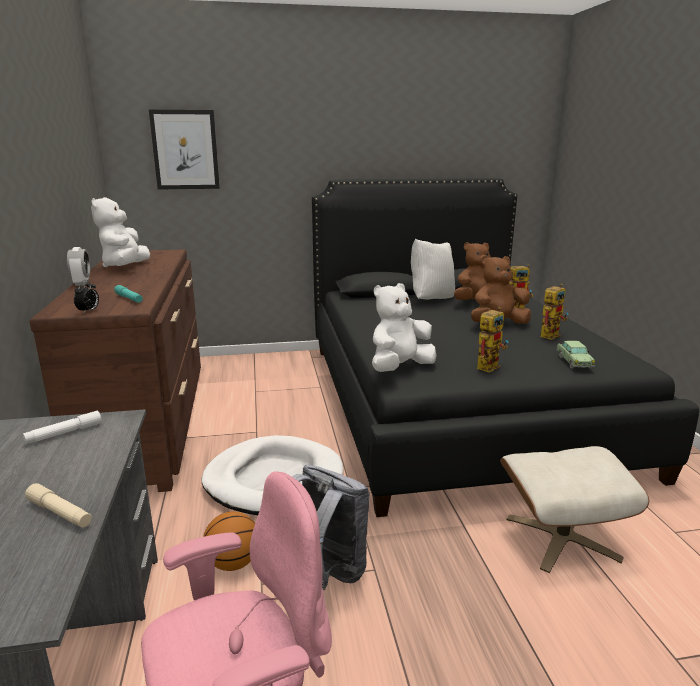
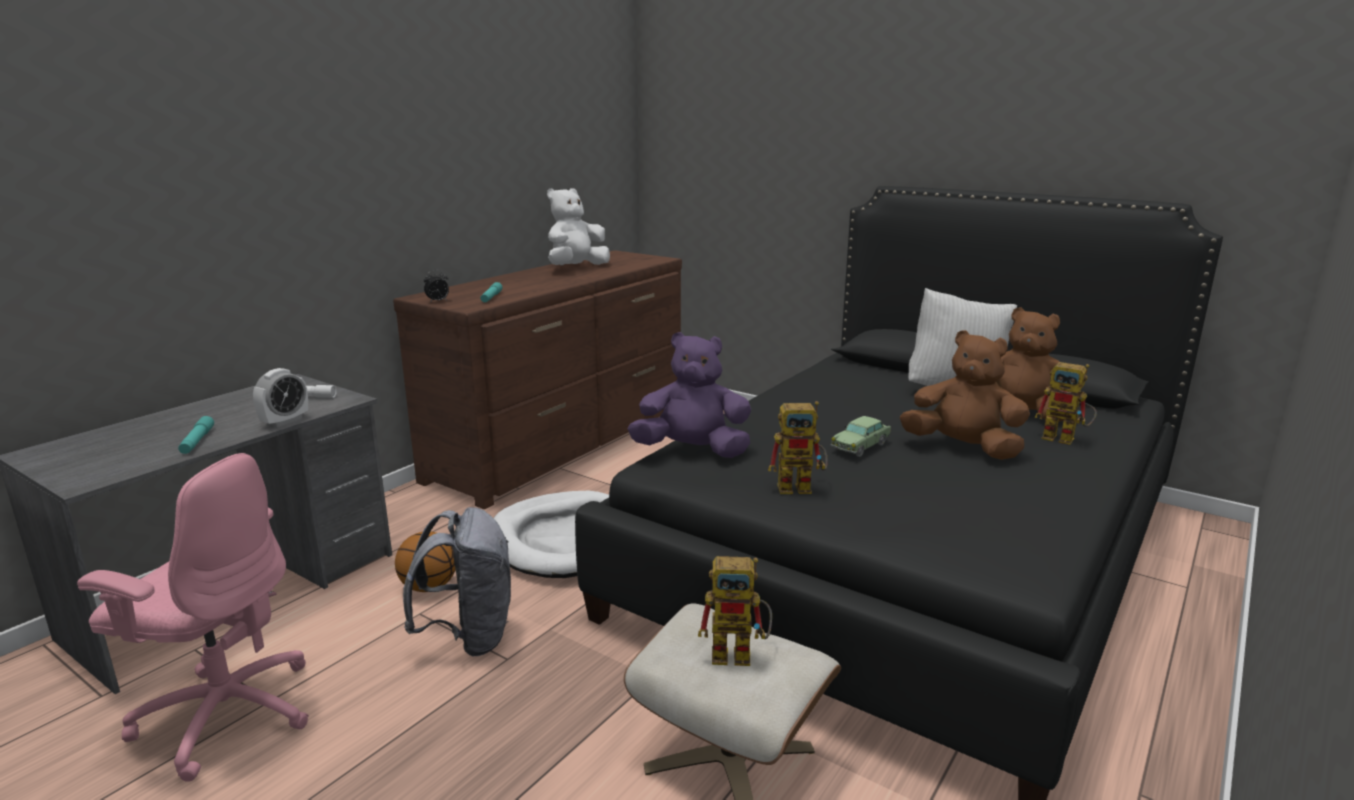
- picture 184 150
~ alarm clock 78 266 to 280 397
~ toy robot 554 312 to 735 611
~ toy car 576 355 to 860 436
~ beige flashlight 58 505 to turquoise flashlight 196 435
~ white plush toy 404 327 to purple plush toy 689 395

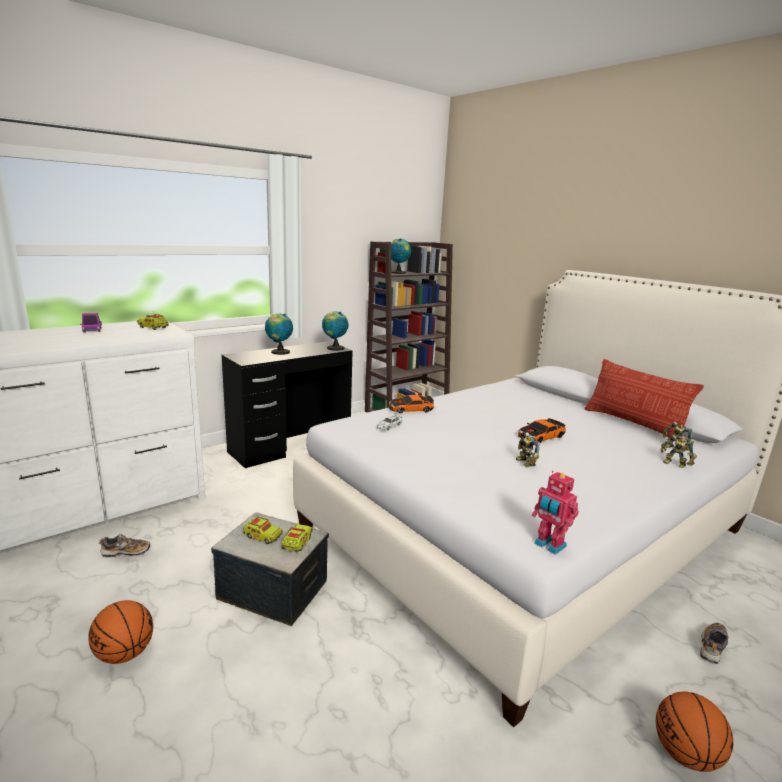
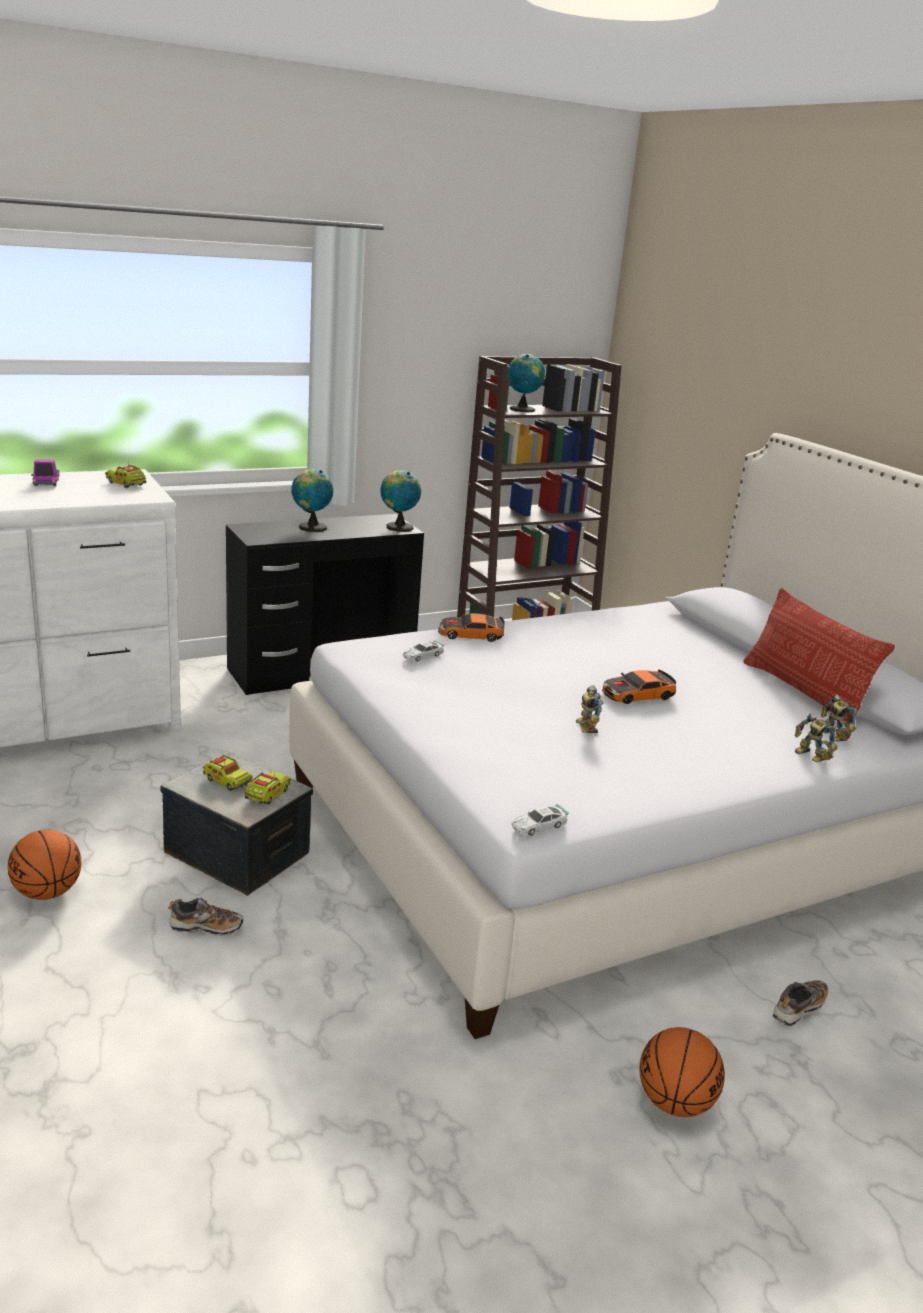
~ shoe 125 546 to 205 916
~ toy robot 555 513 to toy car 540 820

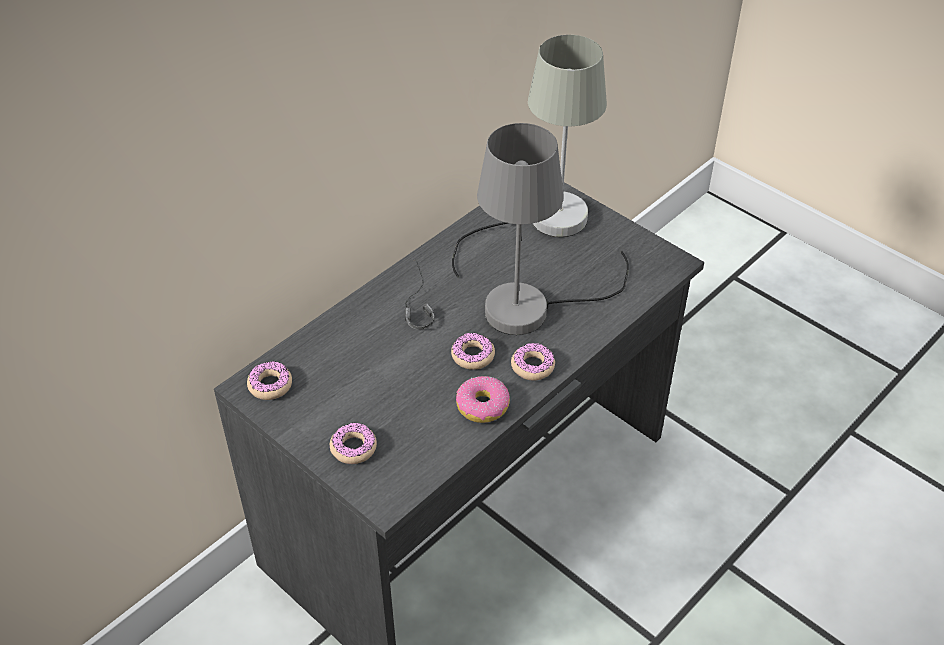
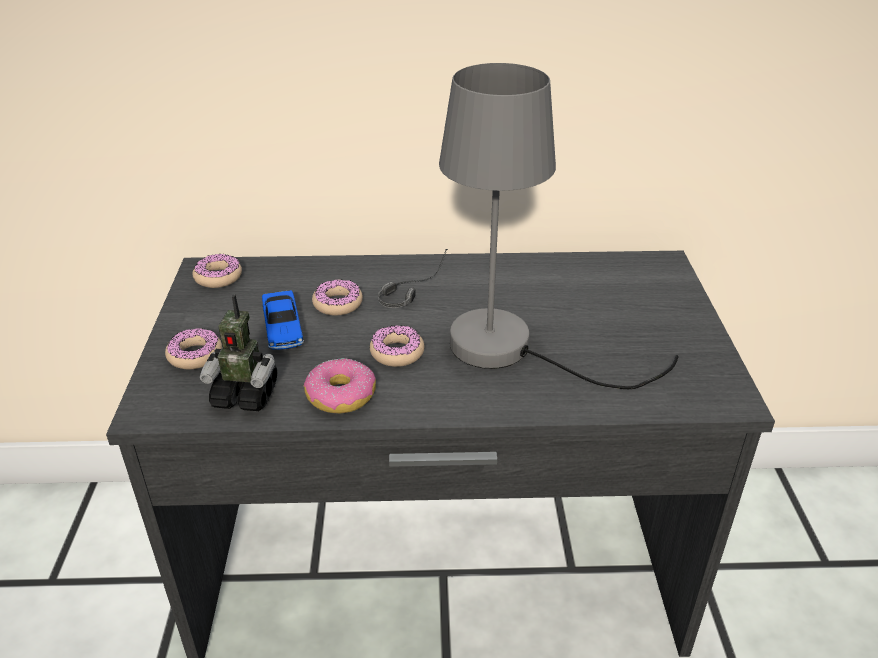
- grey table lamp 529 156
+ toy robot 238 352
+ toy car 283 320
~ donut 533 361 to 337 297

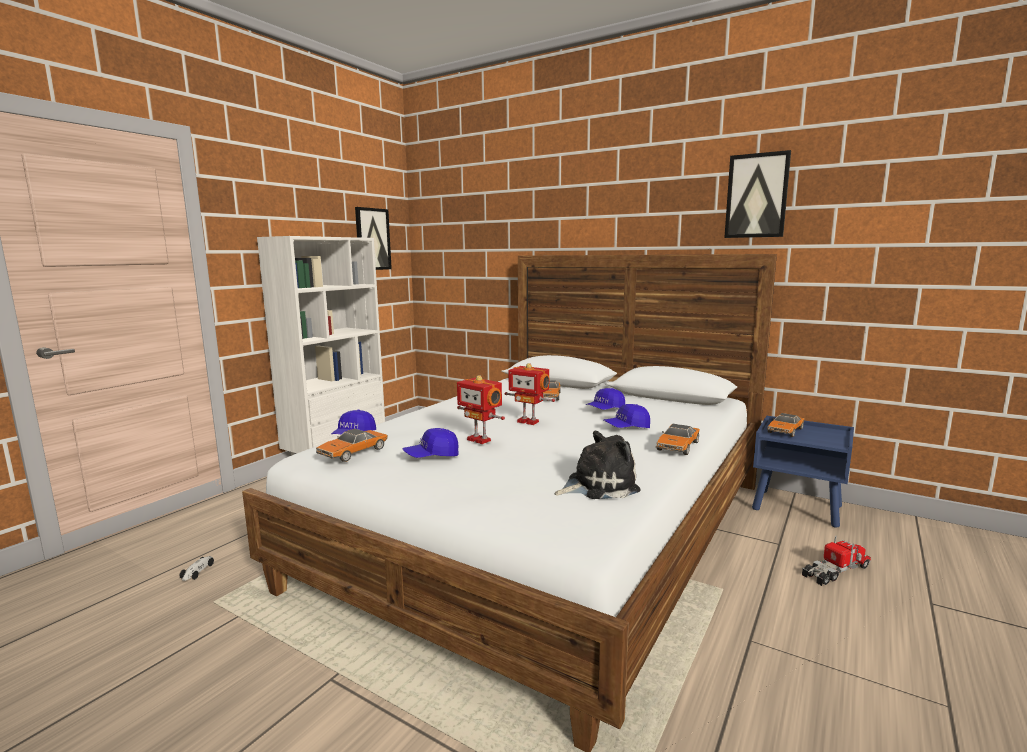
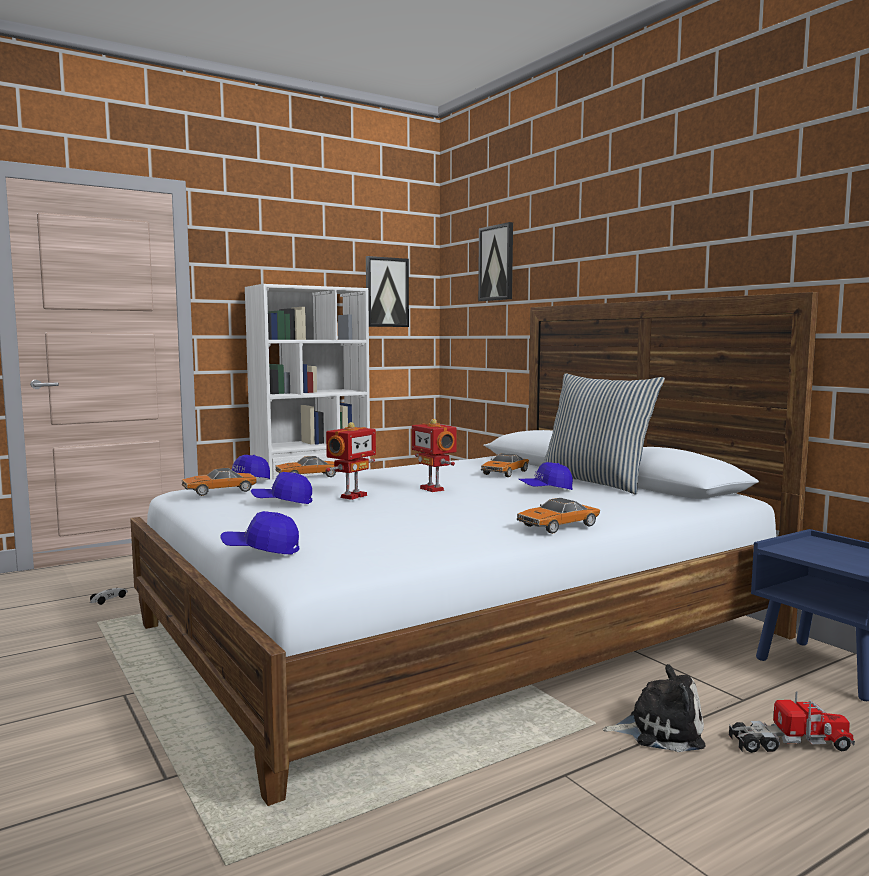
+ pillow 604 434
~ plush toy 598 465 to 653 708
~ blue cap 626 416 to 260 532
~ picture 757 194 to 495 261
~ toy car 785 425 to 306 466
~ toy robot 481 409 = 351 461 120 degrees counterclockwise

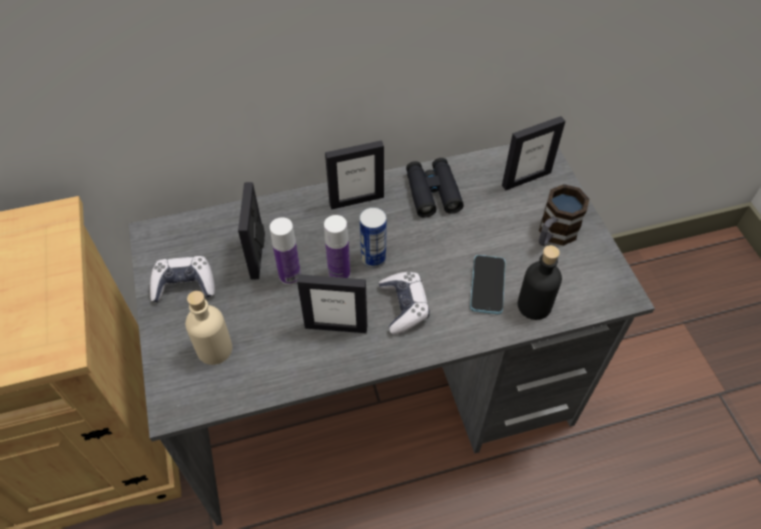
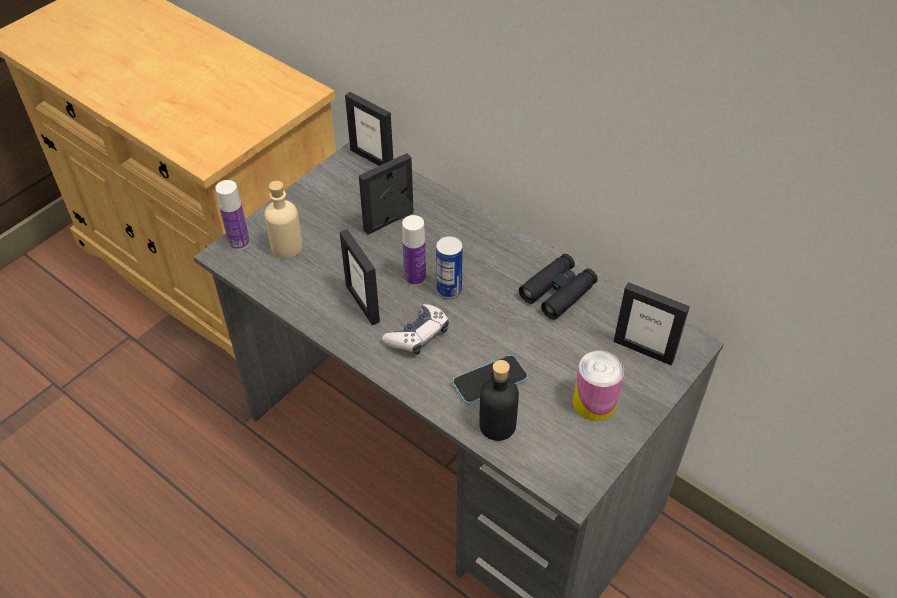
- game controller 182 279
~ bottle 285 251 to 232 215
~ picture frame 354 175 to 369 129
~ mug 564 215 to can 598 386

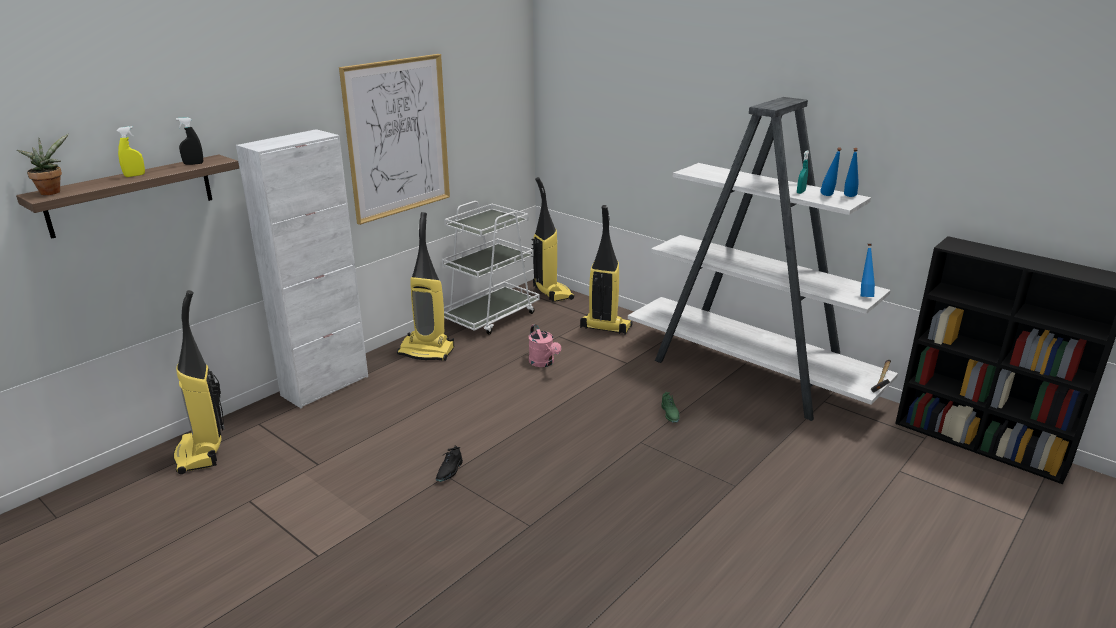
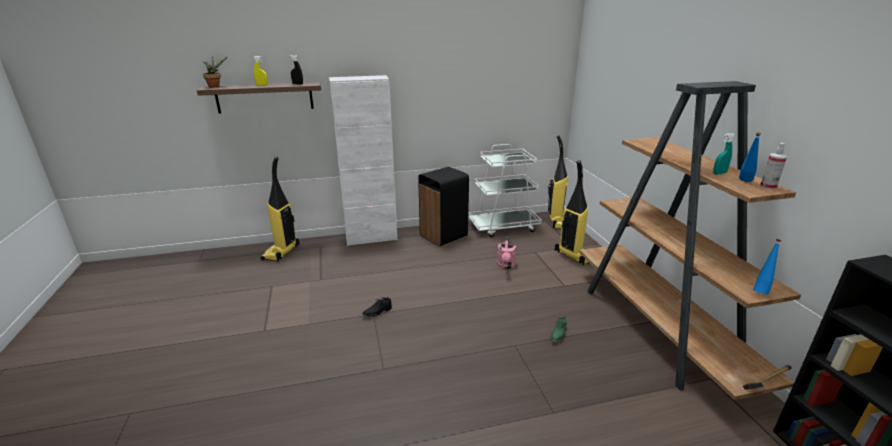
- picture 394 139
~ vacuum cleaner 425 286 to black trash can 443 206
~ blue bottle 851 172 to spray bottle 773 166
~ white bookcase 763 259 to brown bookcase 690 240

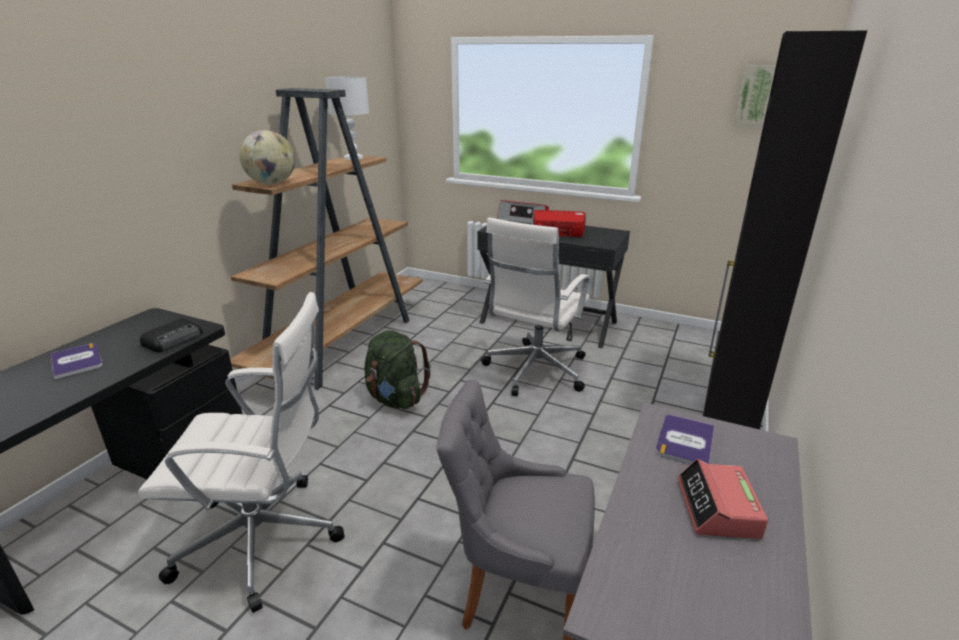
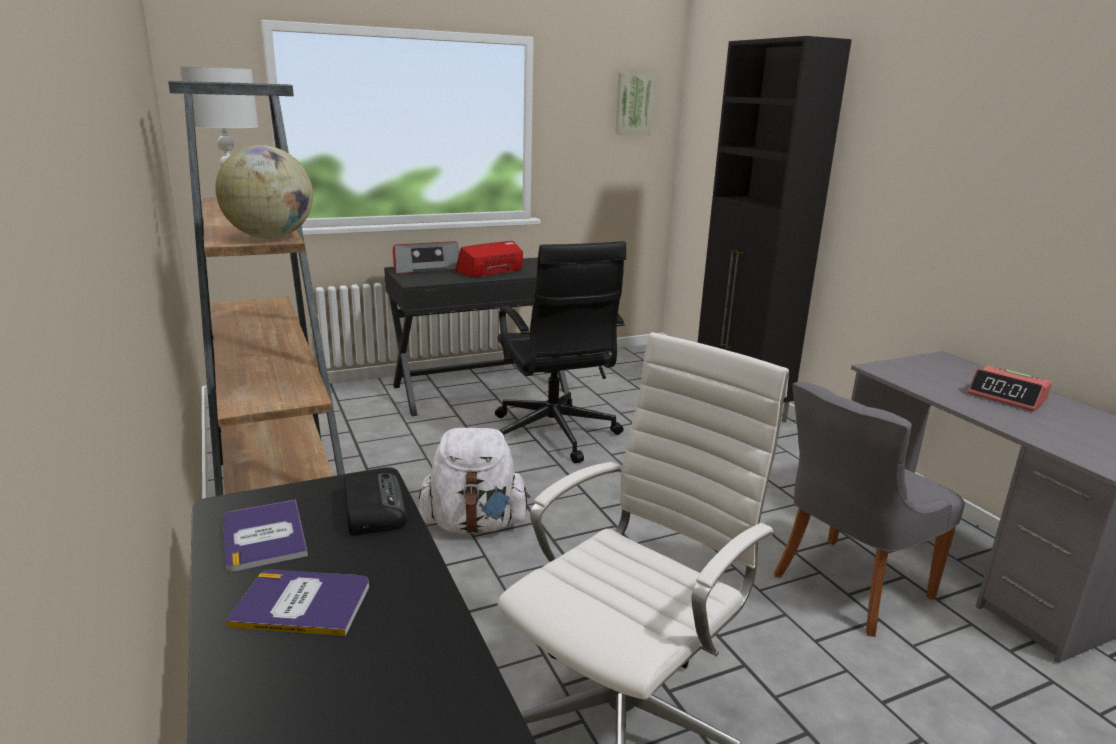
~ book 685 439 to 265 536
~ green backpack 397 369 to white backpack 474 481
~ white office chair 535 307 to black office chair 560 352

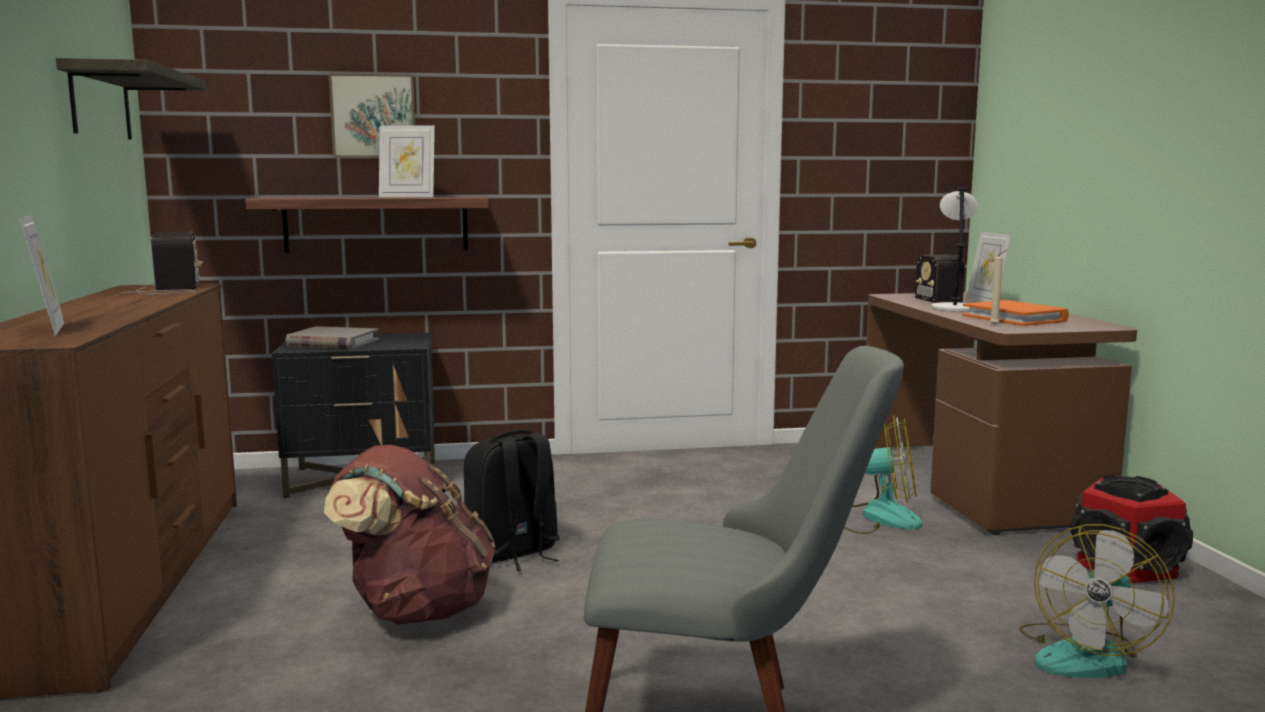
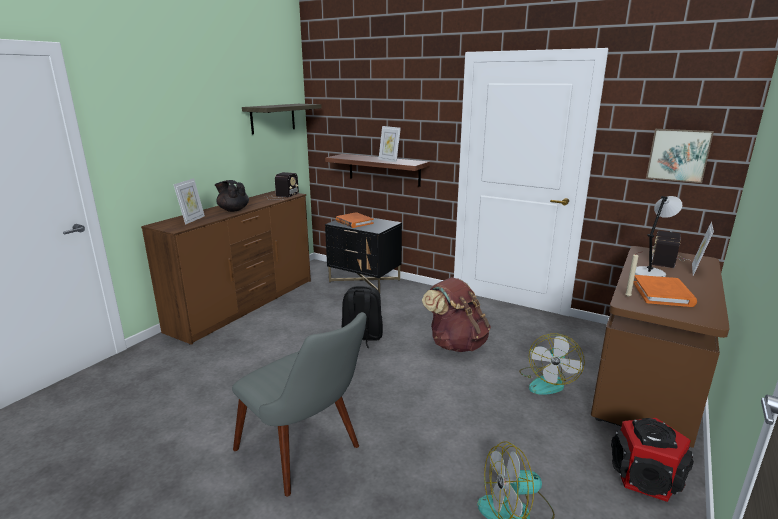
+ black teapot 232 196
~ brown backpack 410 535 to 456 314
~ picture 372 115 to 680 156
~ grey book 332 338 to orange book 355 220
~ fan 883 474 = 552 364 60 degrees clockwise

